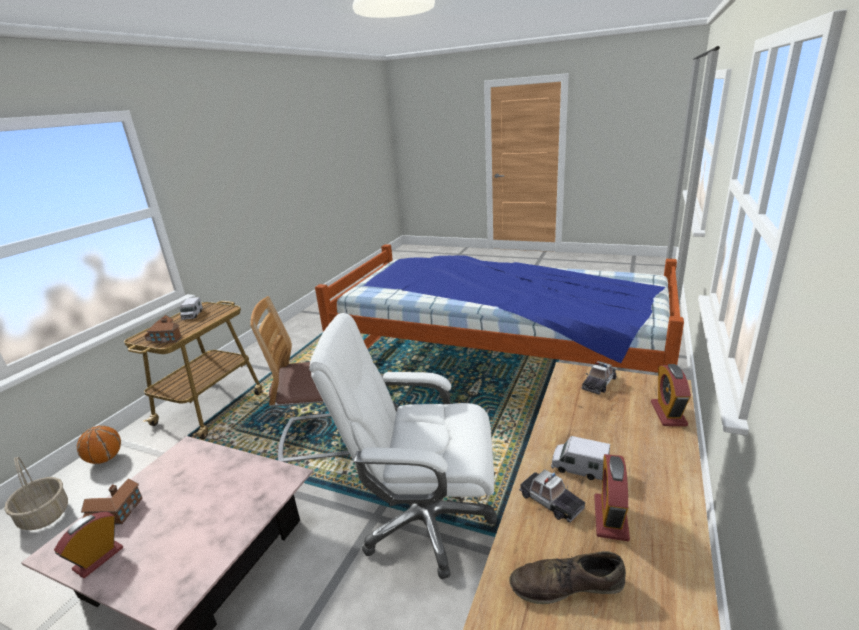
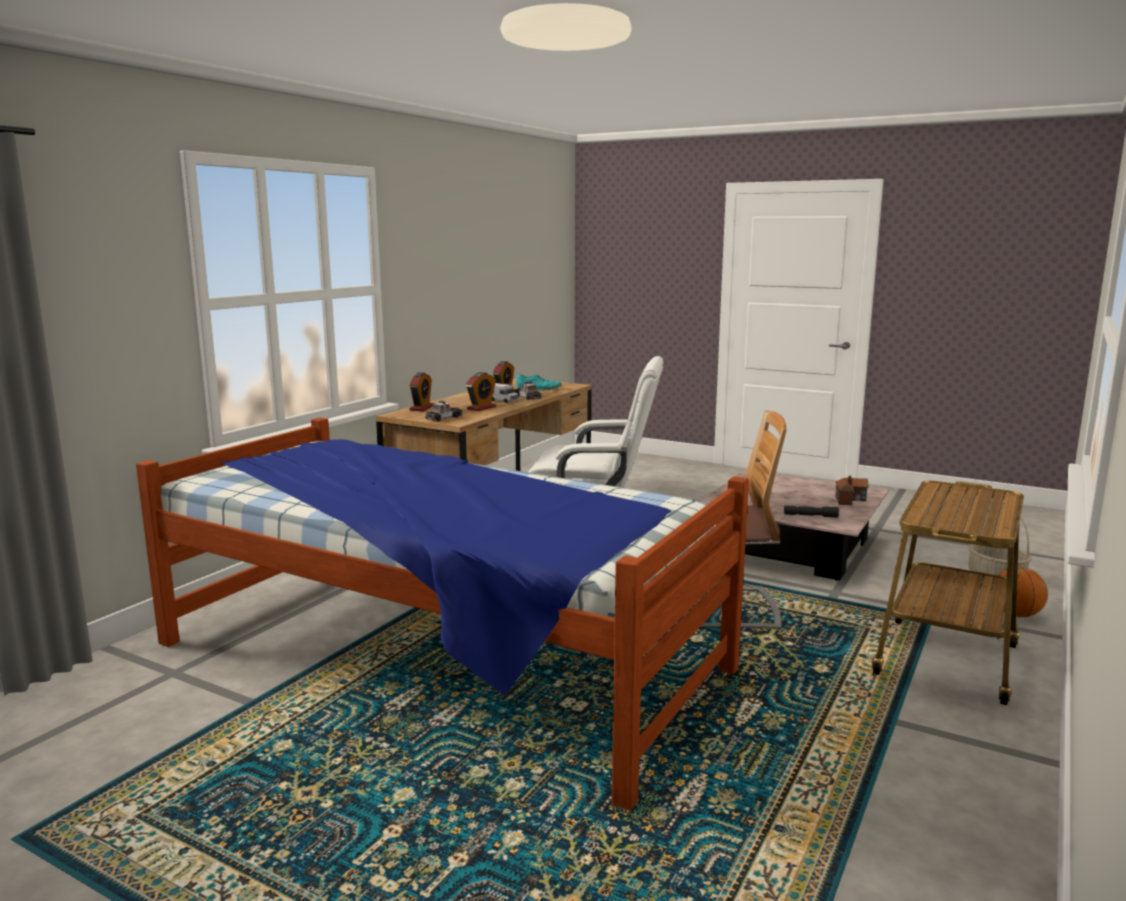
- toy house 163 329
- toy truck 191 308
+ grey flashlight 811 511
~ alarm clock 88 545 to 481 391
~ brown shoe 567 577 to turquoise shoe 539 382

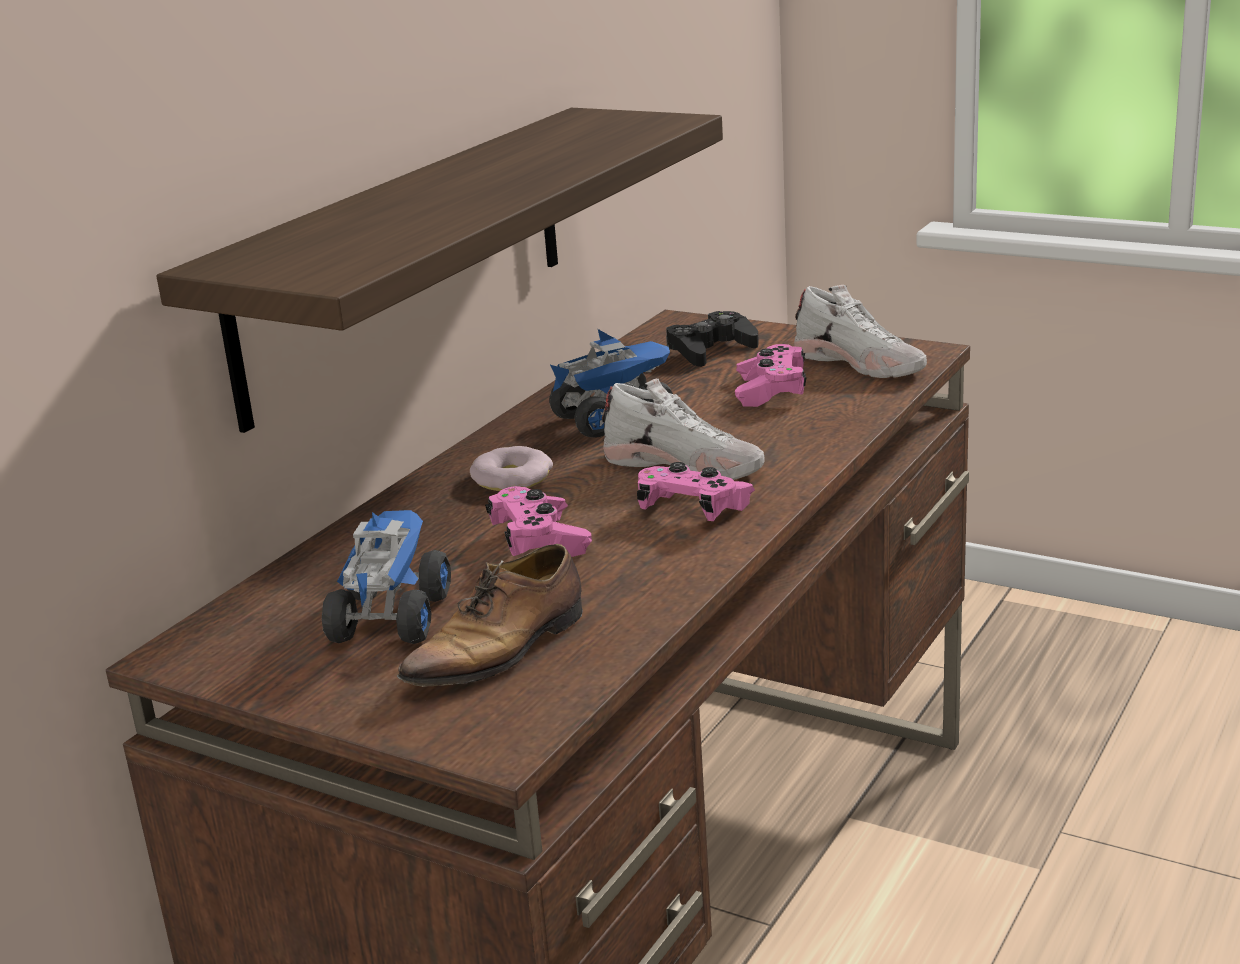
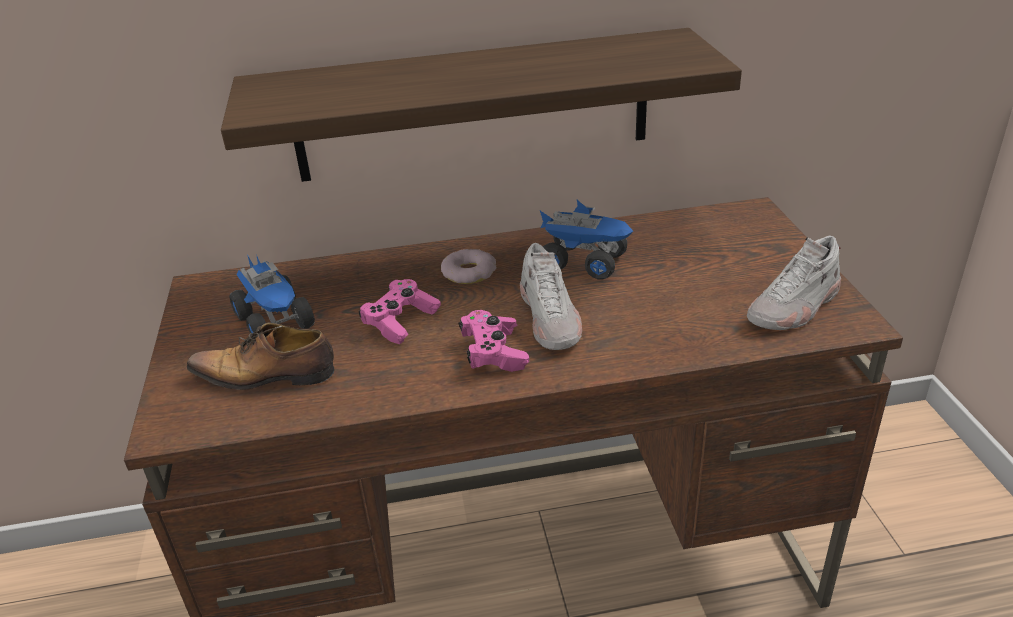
- black game controller 712 339
- pink game controller 770 375
~ toy truck 386 577 = 272 294 90 degrees clockwise
~ white shoe 860 331 = 794 282 45 degrees clockwise

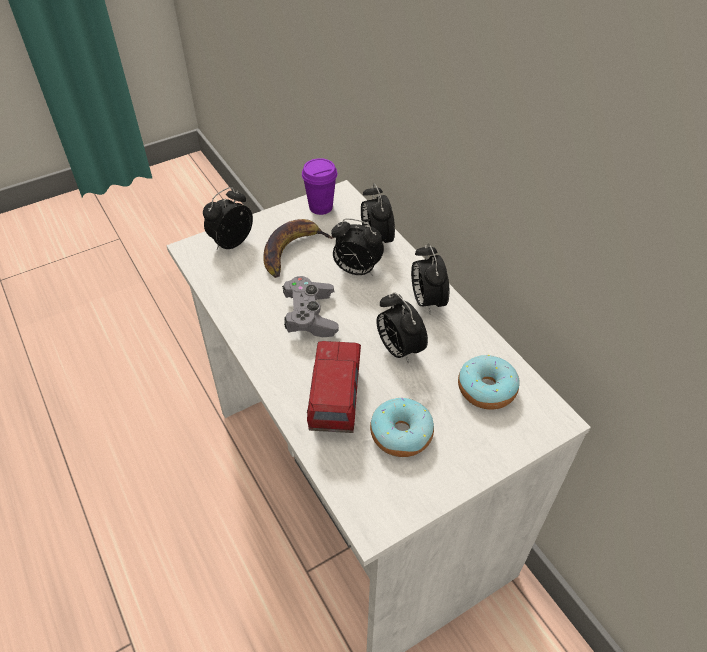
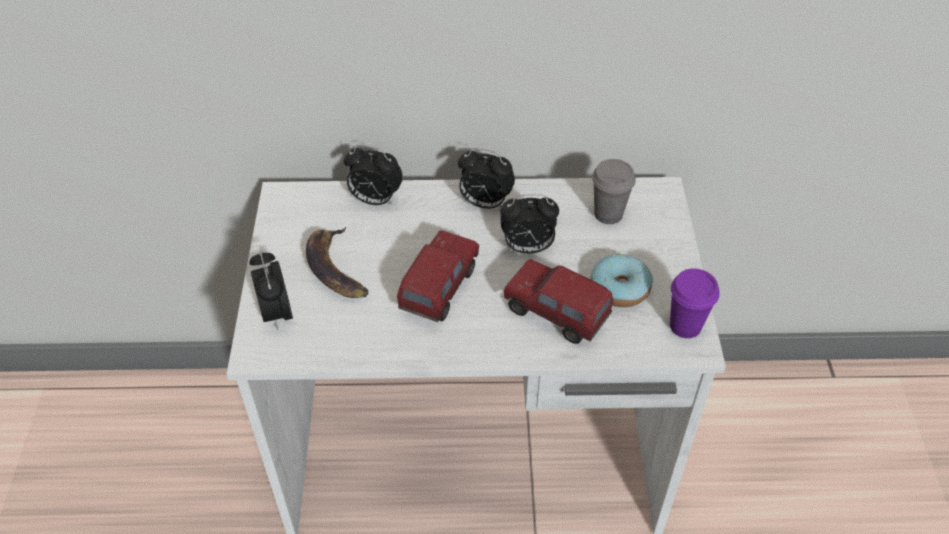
- alarm clock 357 247
~ purple cup 319 186 to 694 303
~ grey game controller 310 306 to toy truck 438 276
~ donut 489 382 to grey cup 614 191

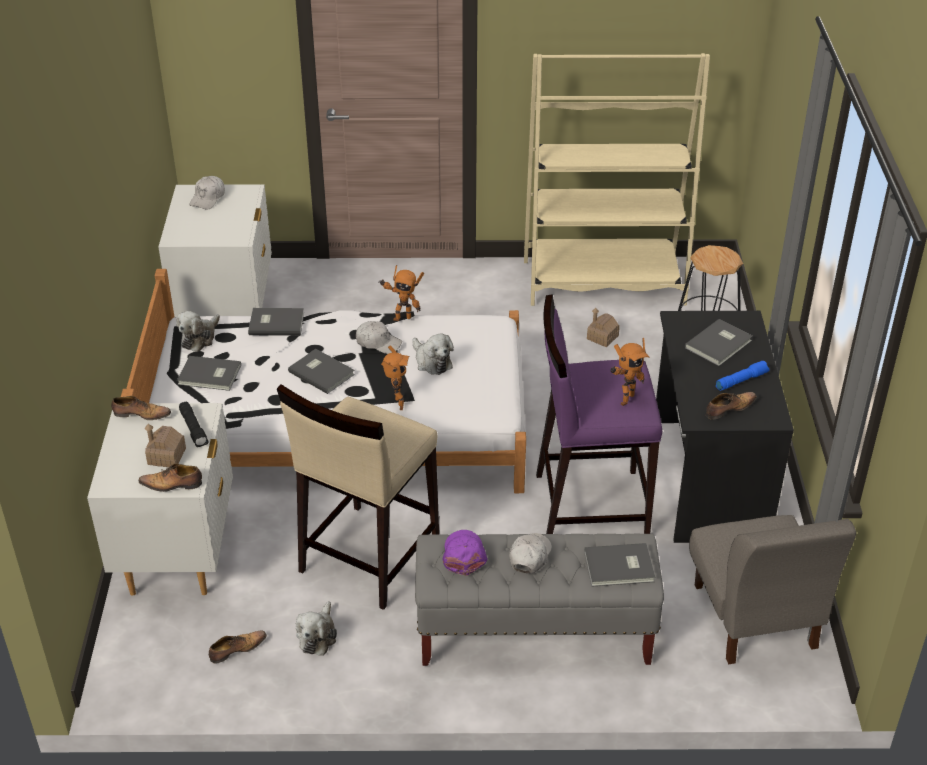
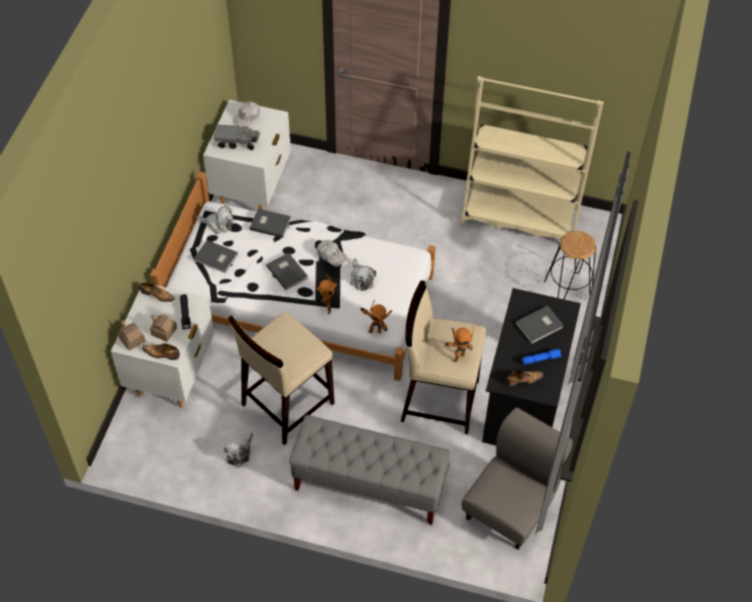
- shoe 237 647
- purple cap 465 553
- white cap 530 553
- grey book 619 565
+ toy truck 237 137
~ toy robot 401 293 to 376 316
~ toy house 603 327 to 131 335
~ purple stool 599 414 to beige stool 443 357
~ plush toy 198 331 = 215 219 120 degrees counterclockwise
~ grey chair 772 590 = 517 479 150 degrees counterclockwise

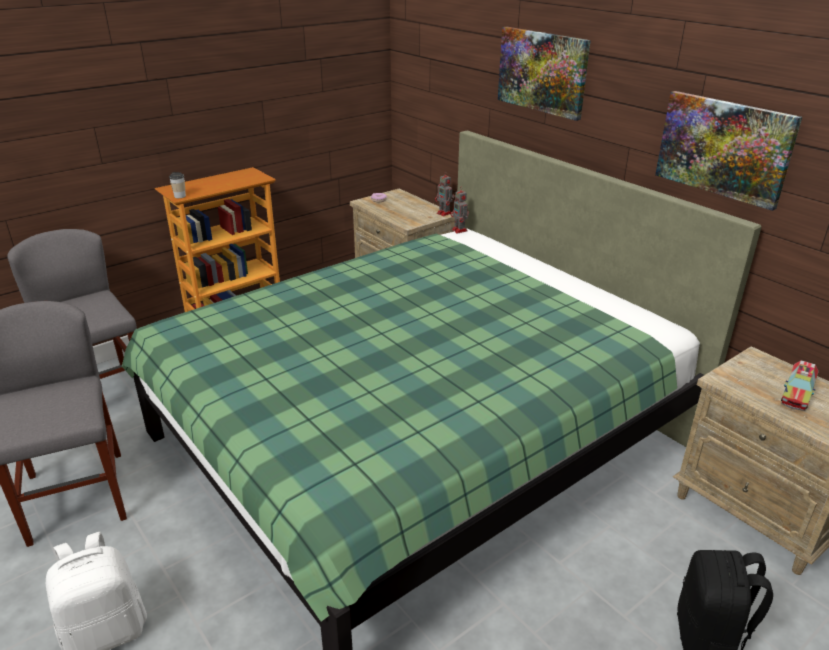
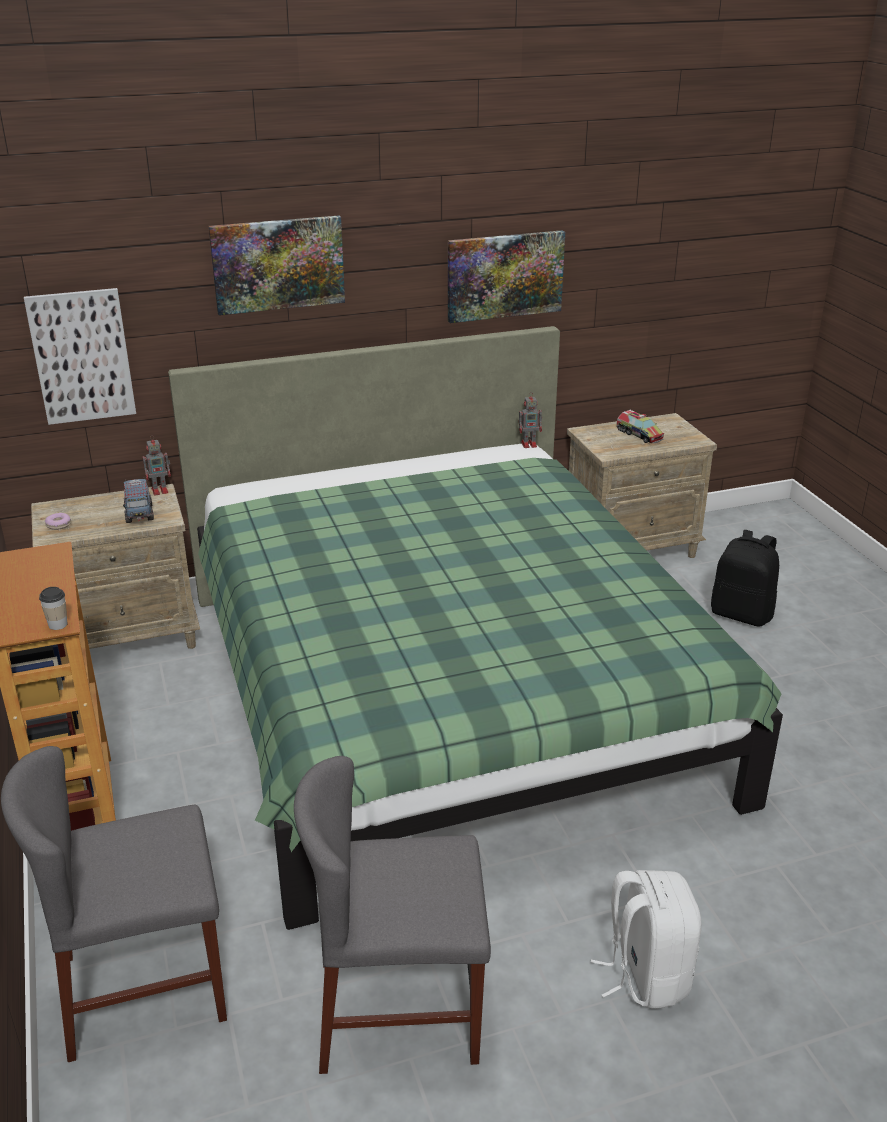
+ picture 80 356
+ toy truck 138 500
~ toy robot 460 210 to 530 420

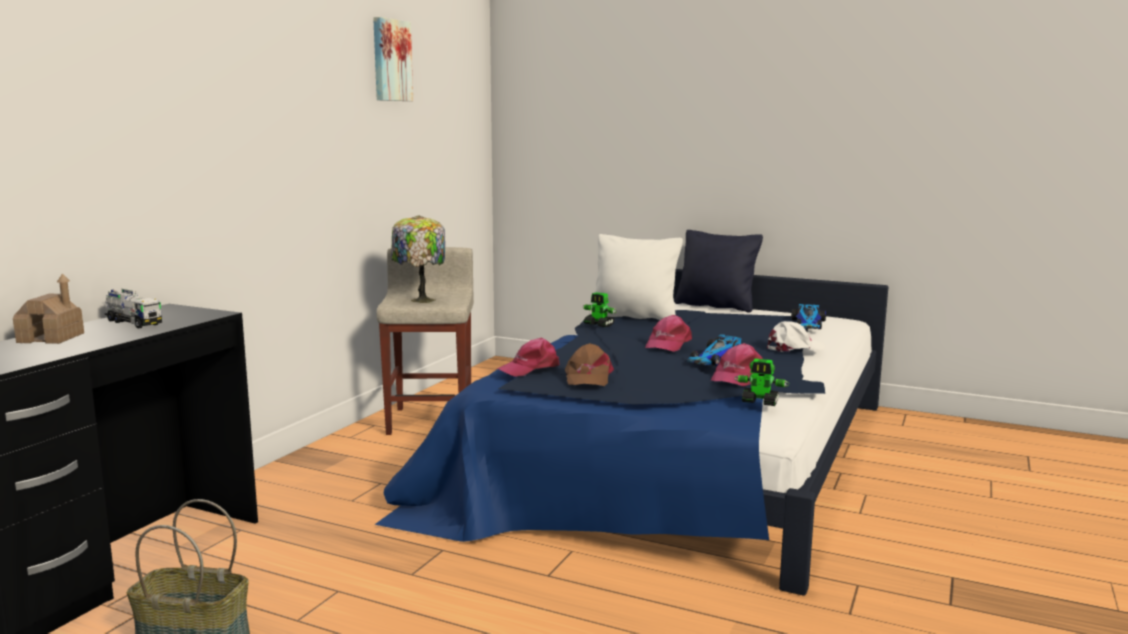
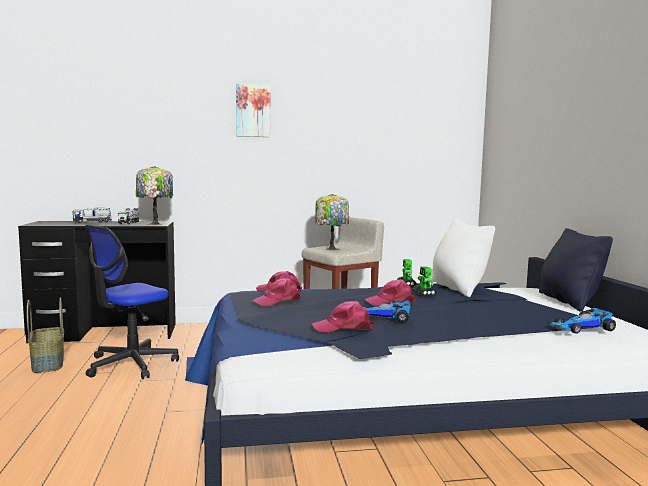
- white cap 796 336
+ office chair 132 302
+ table lamp 154 195
~ picture 393 59 to 253 110
~ toy robot 762 382 to 425 281
~ toy house 48 308 to toy truck 92 215
~ brown cap 589 364 to pink cap 276 292

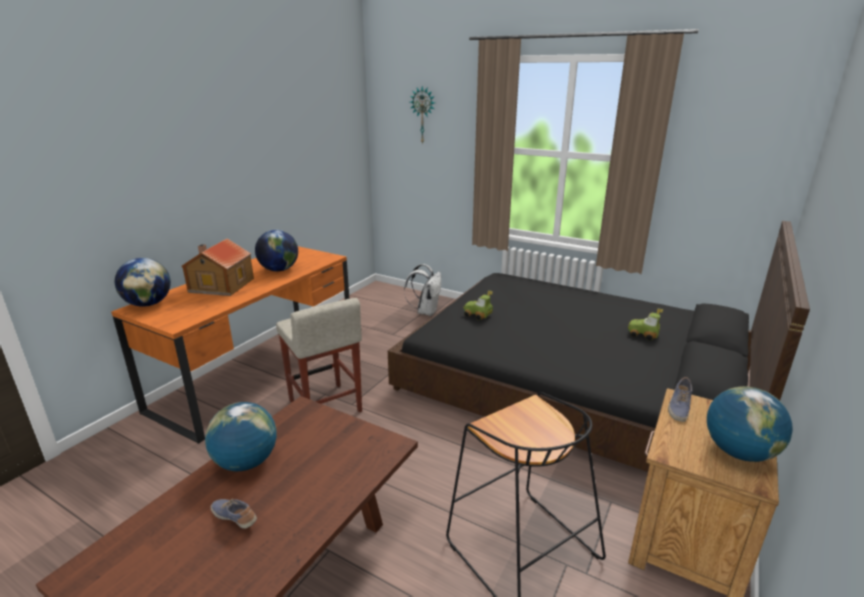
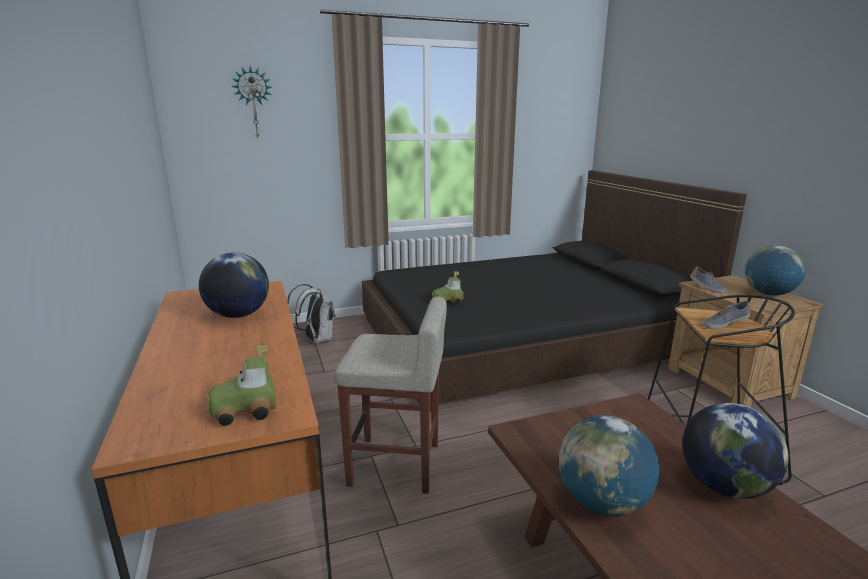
- toy house 217 267
~ globe 143 282 to 735 451
~ shoe 234 514 to 726 315
~ toy car 645 324 to 242 385

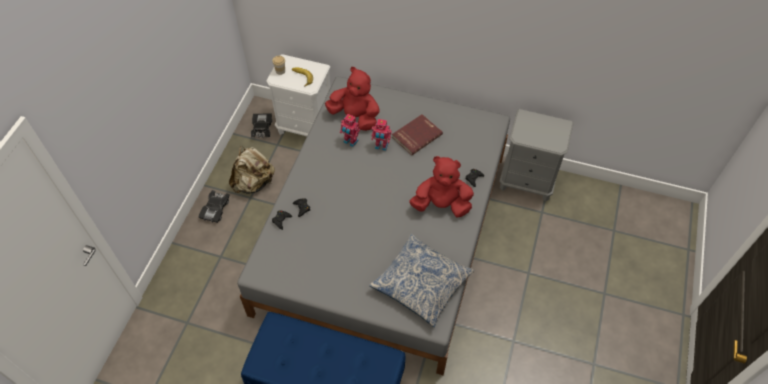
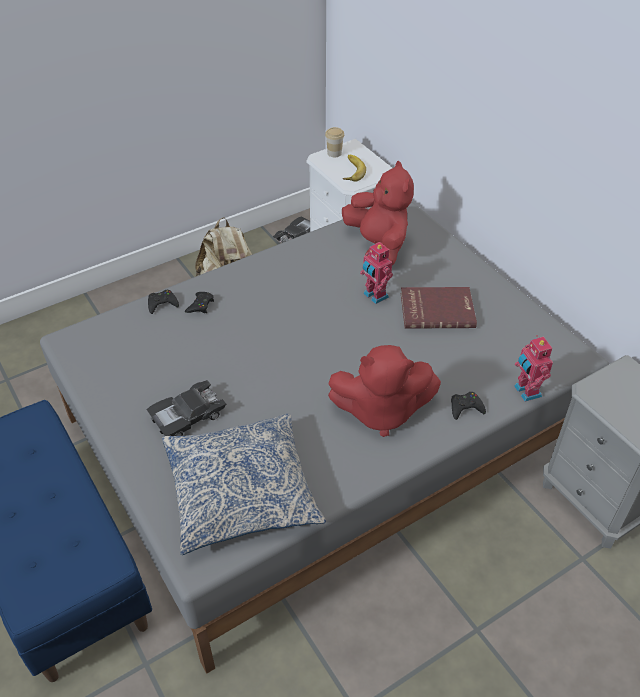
~ black toy car 214 206 to 186 408
~ toy robot 350 130 to 533 368
~ red plush toy 441 187 = 384 391 135 degrees clockwise

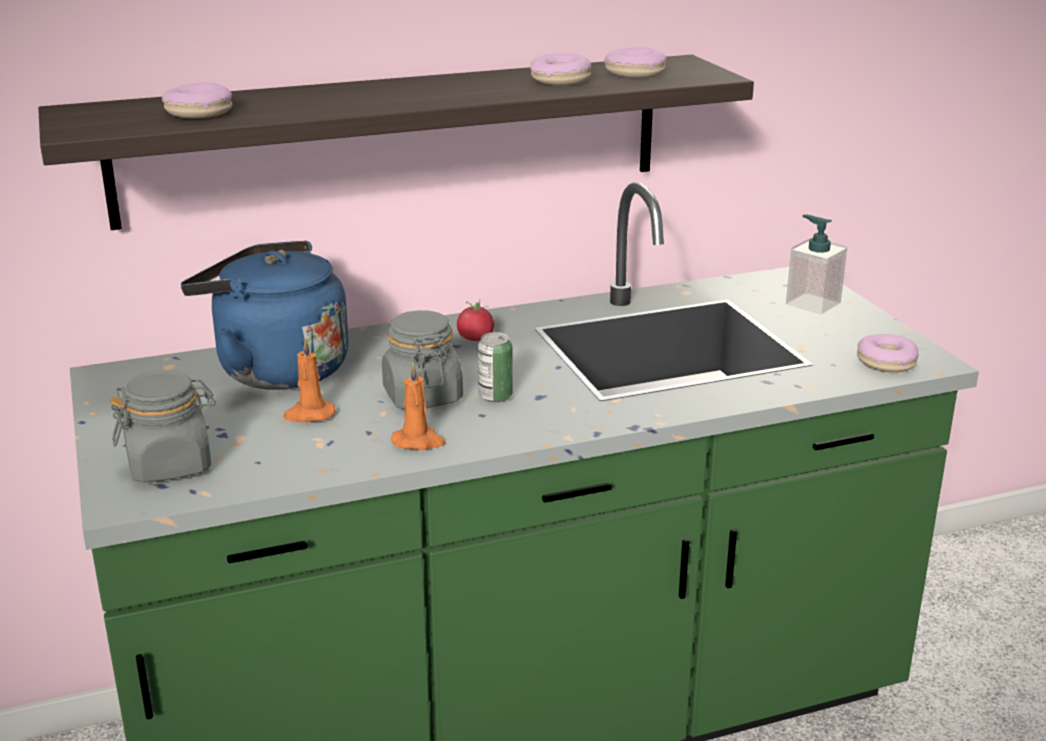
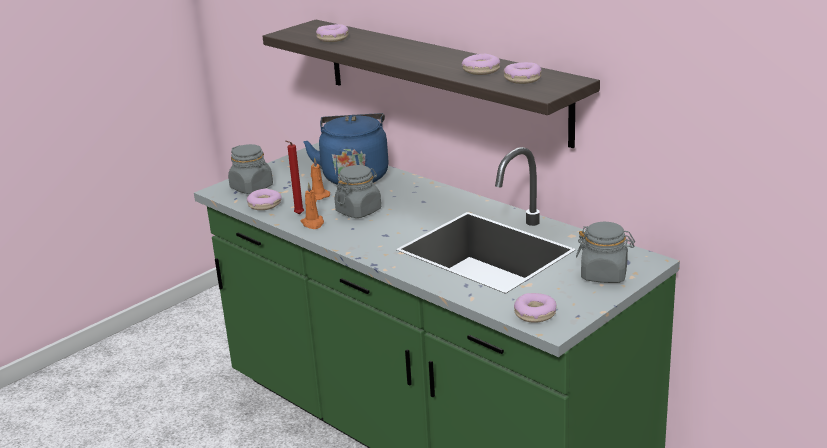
- tomato 475 320
- can 495 367
+ donut 264 199
+ red candle 295 178
~ soap dispenser 816 264 to grey jar 605 252

